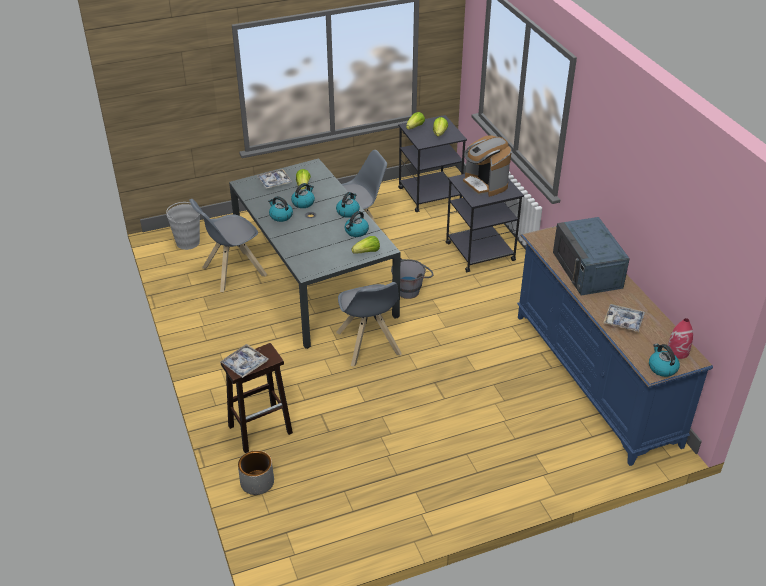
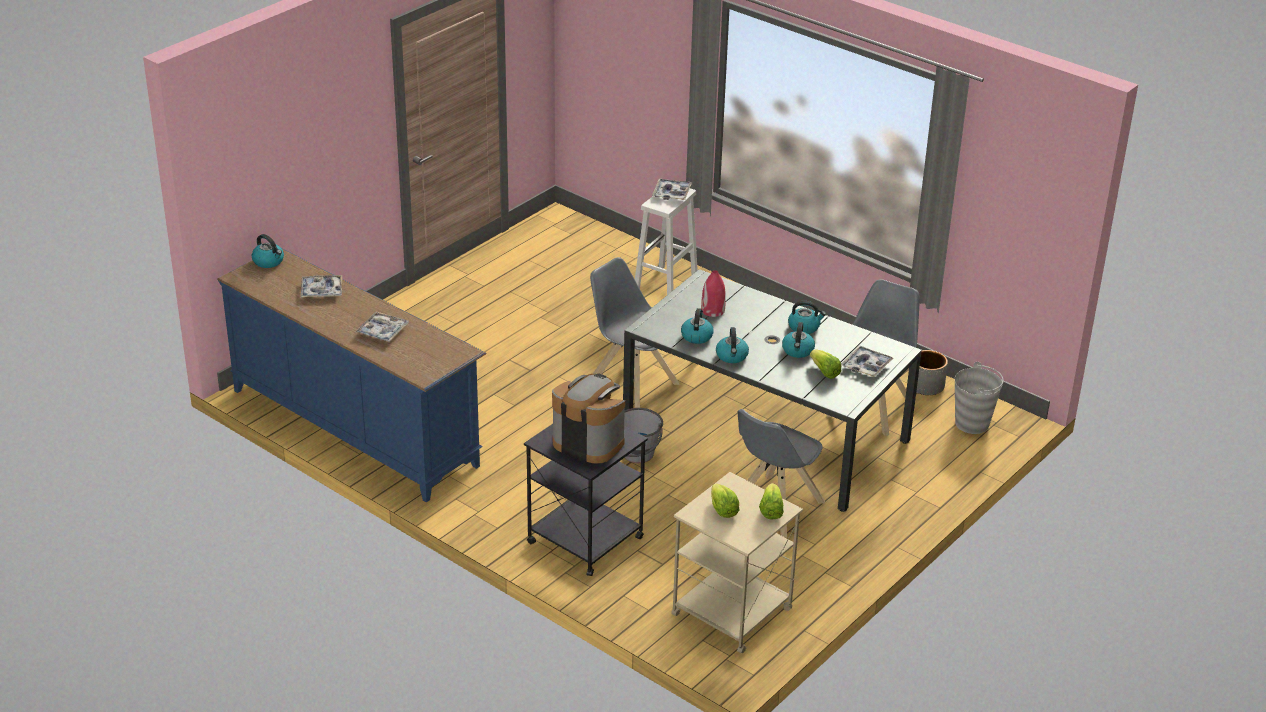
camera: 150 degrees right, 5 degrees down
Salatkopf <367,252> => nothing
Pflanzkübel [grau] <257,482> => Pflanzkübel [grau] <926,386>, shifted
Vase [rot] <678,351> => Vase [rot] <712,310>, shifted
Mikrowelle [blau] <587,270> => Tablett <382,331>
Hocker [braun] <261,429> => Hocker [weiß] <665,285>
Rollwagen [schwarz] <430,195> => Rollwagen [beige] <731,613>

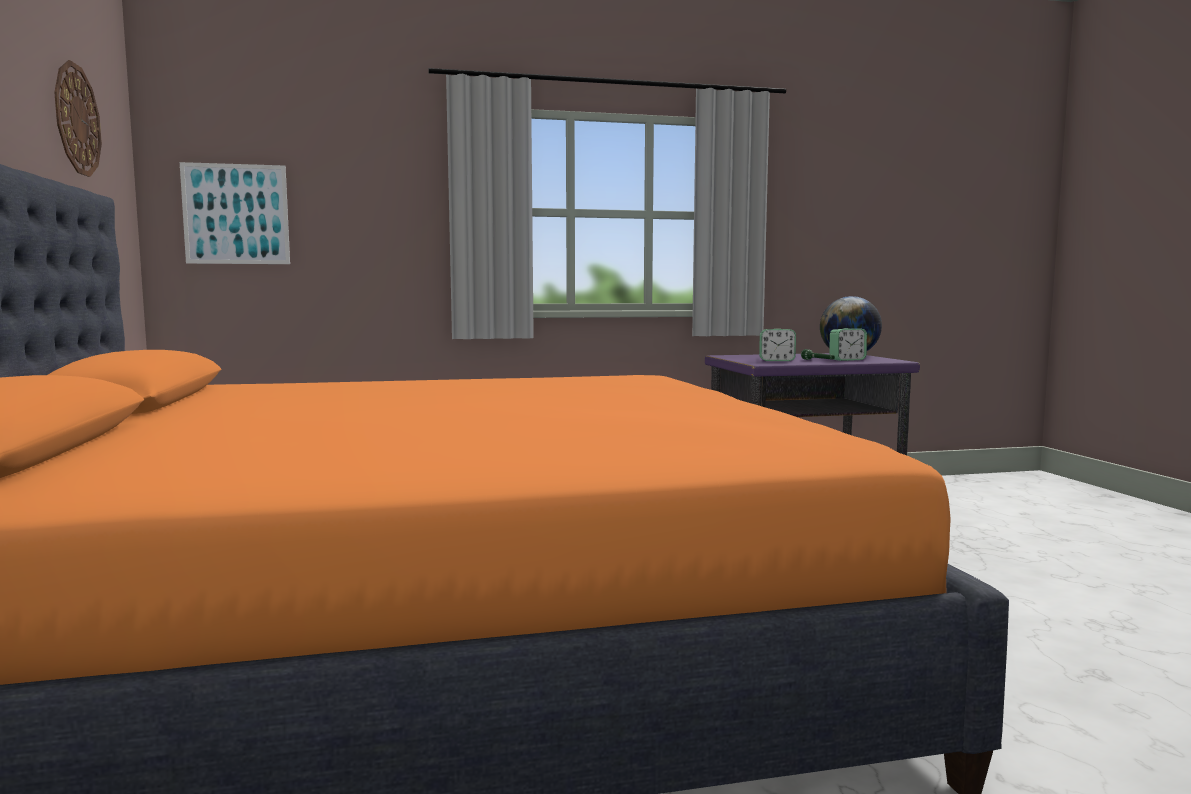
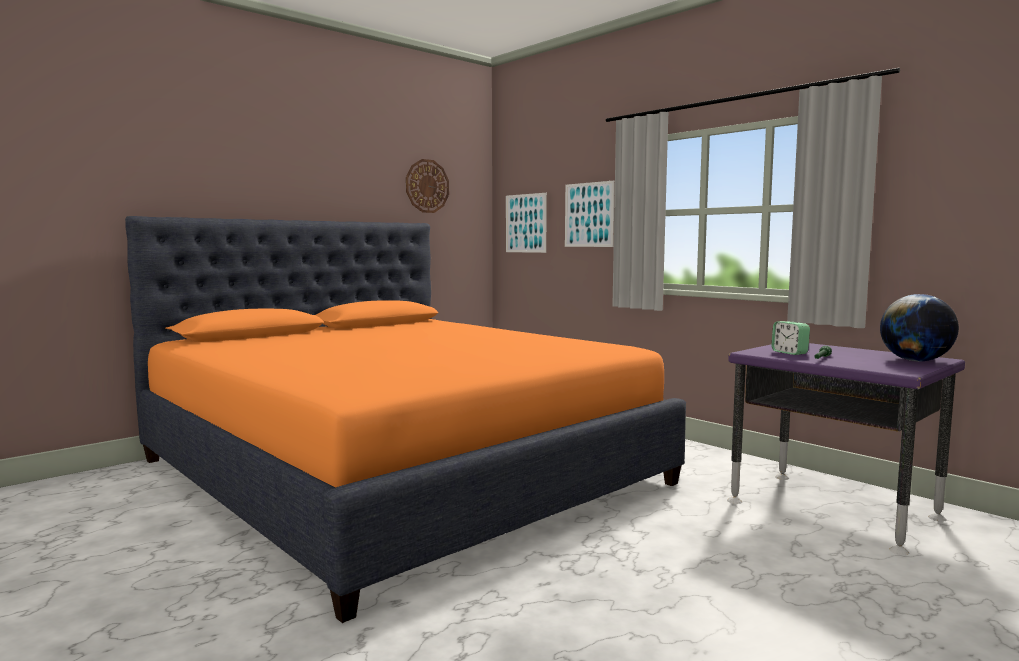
camera: 60 degrees right, 0 degrees up
Wecker <847,360> => nothing
nothing => Bild <589,214>

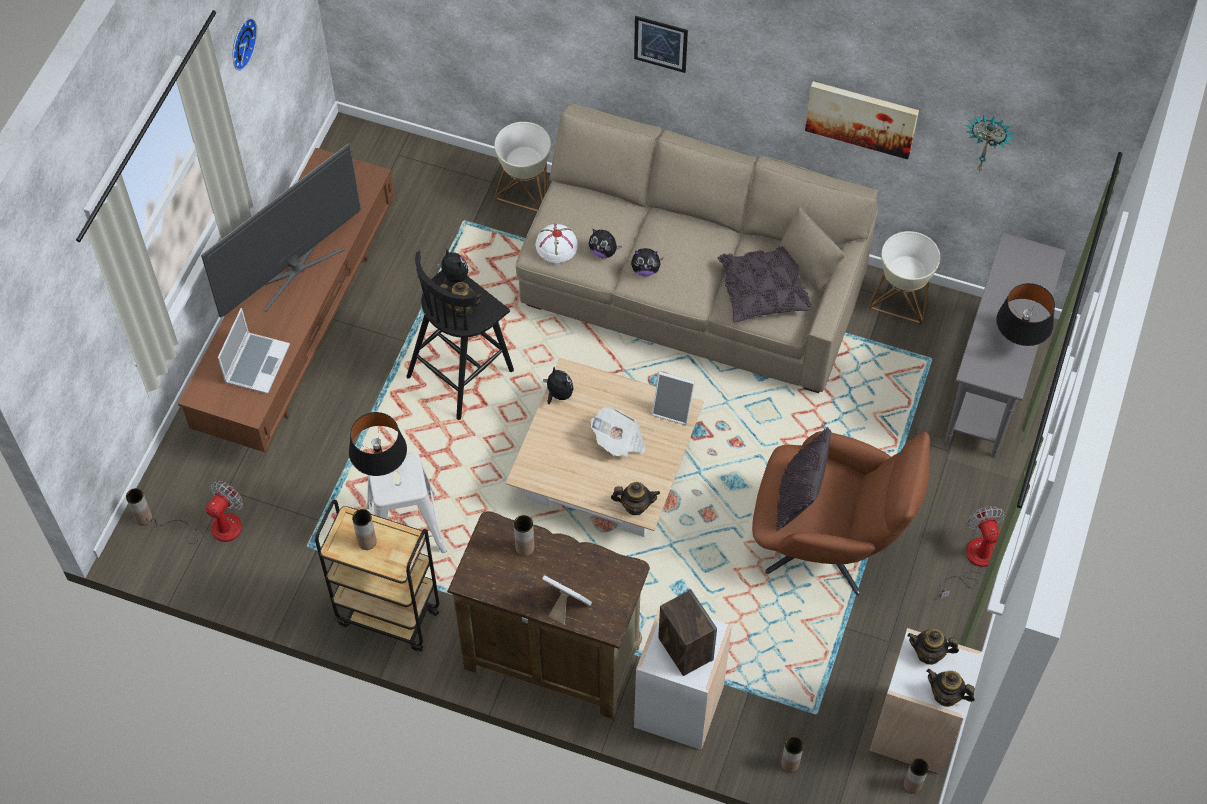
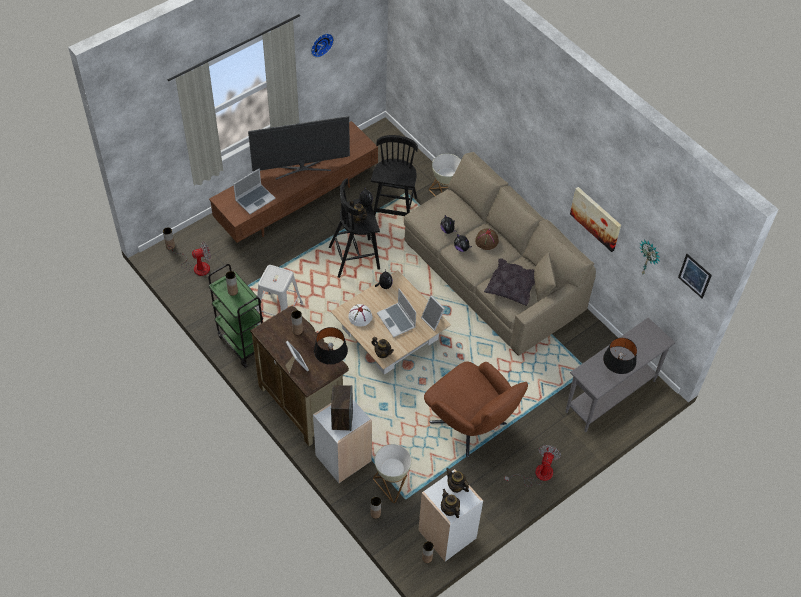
camera: 30 degrees right, 5 degrees down
Kissen [schwarz] <798,498> => nothing
nothing => Hocker [schwarz] <394,211>
nothing => Hut [braun] <486,241>
Tischlampe [schwarz] <381,468> => Tischlampe [schwarz] <331,362>, shifted
Hut [weiß] <556,246> => Hut [weiß] <360,316>, shifted
Bild <660,44> => Bild <695,276>, shifted
Pflanzkübel <900,302> => Pflanzkübel <392,485>, shifted
Zeitung <619,441> => Laptop <397,321>
Rollwagen [braun] <387,619> => Rollwagen [grün] <241,346>

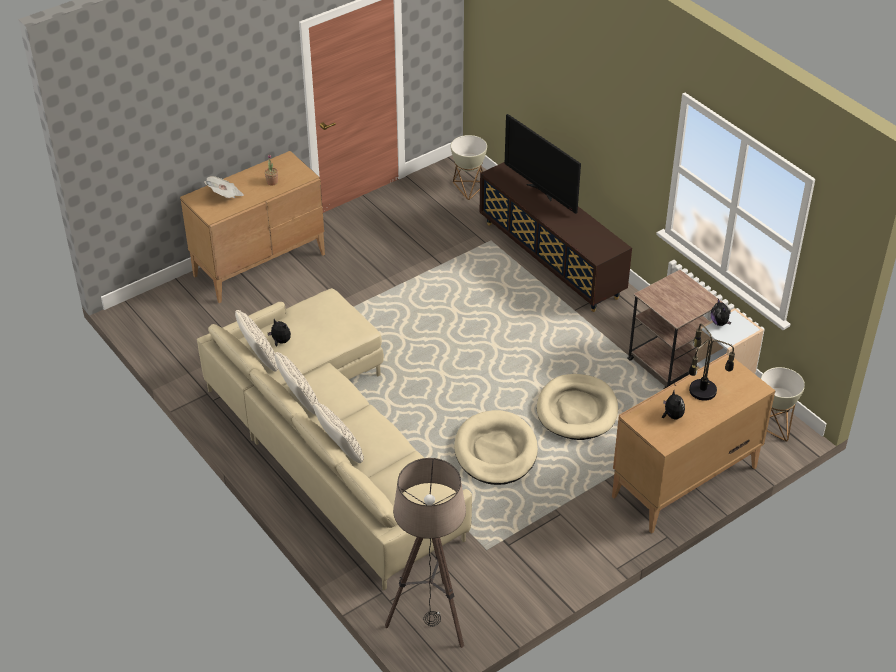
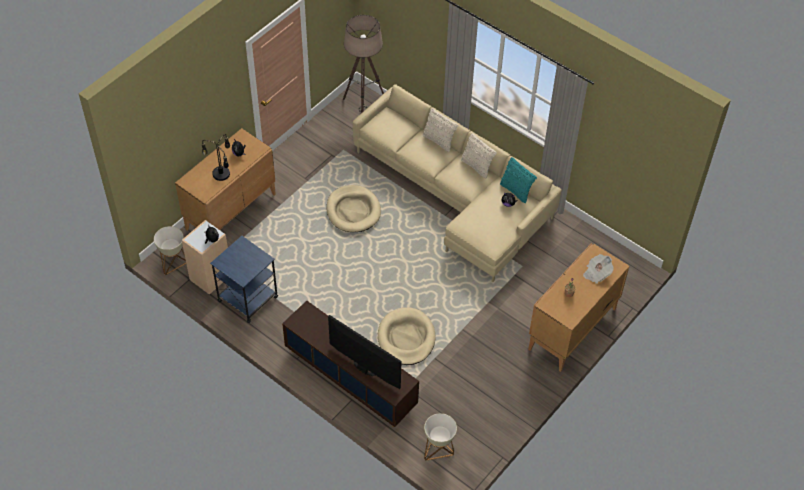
camera: 165 degrees right, 10 degrees up
Hundebett [beige] <577,410> => Hundebett [beige] <406,338>, shifted
Kissen [beige] <259,358> => Kissen [türkis] <516,191>
Rollwagen [braun] <669,364> => Rollwagen [blau] <247,298>

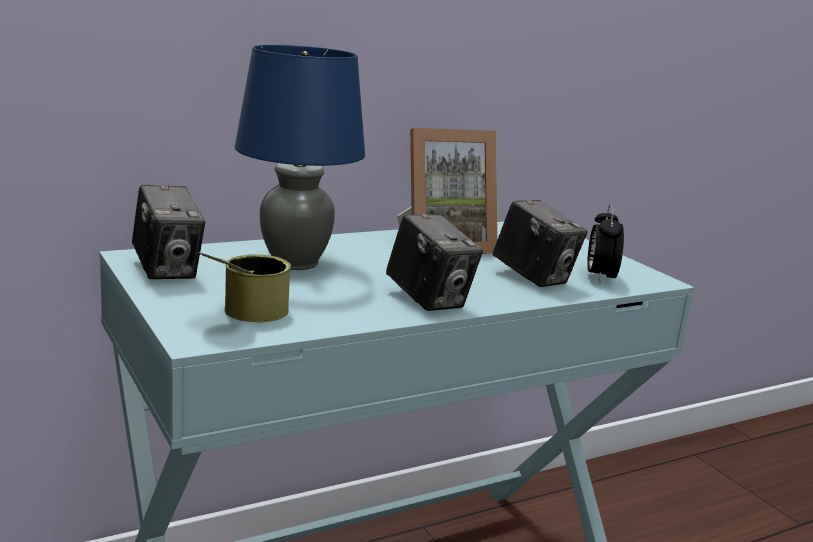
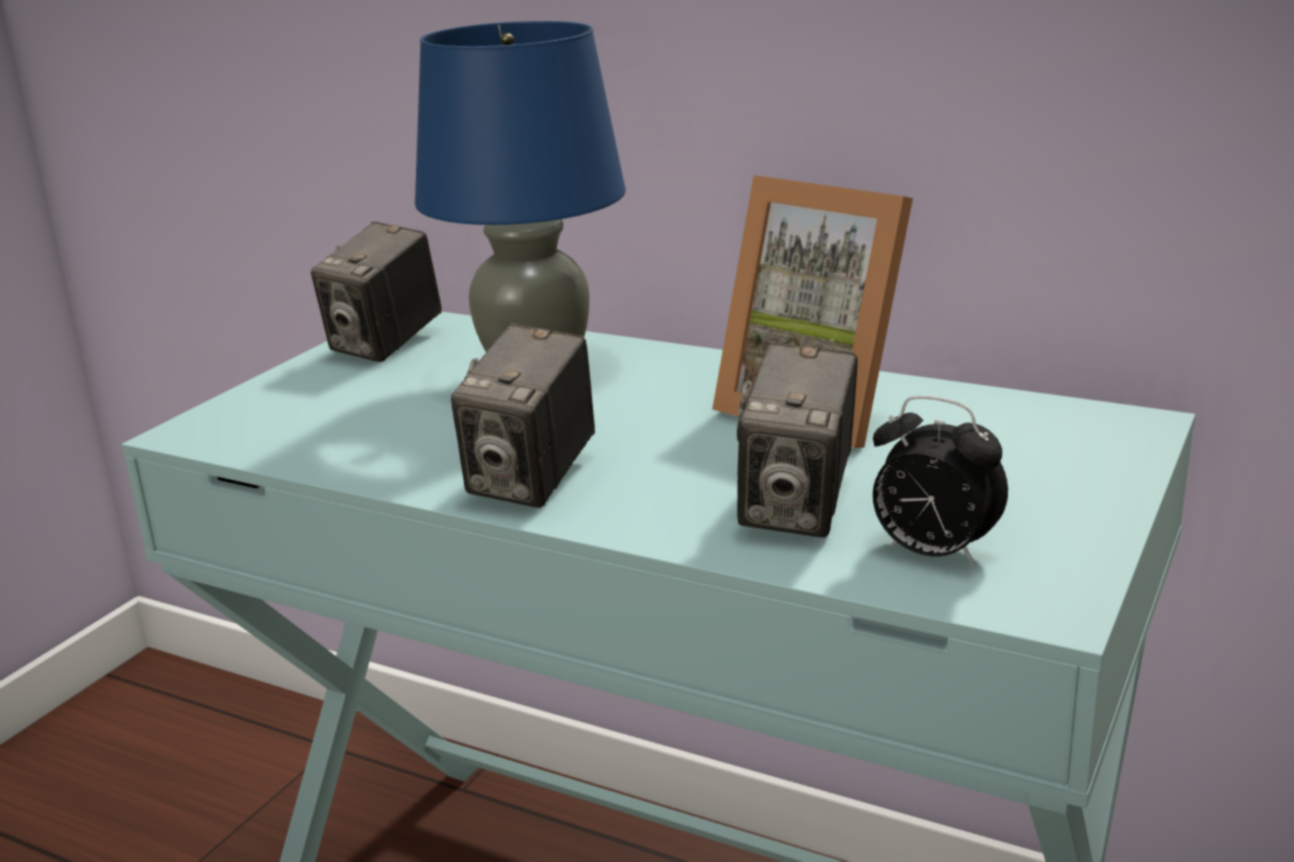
camera: 60 degrees right, 5 degrees up
Dose <243,316> => nothing
Wecker <600,277> => Wecker <932,554>, 120 degrees counterclockwise

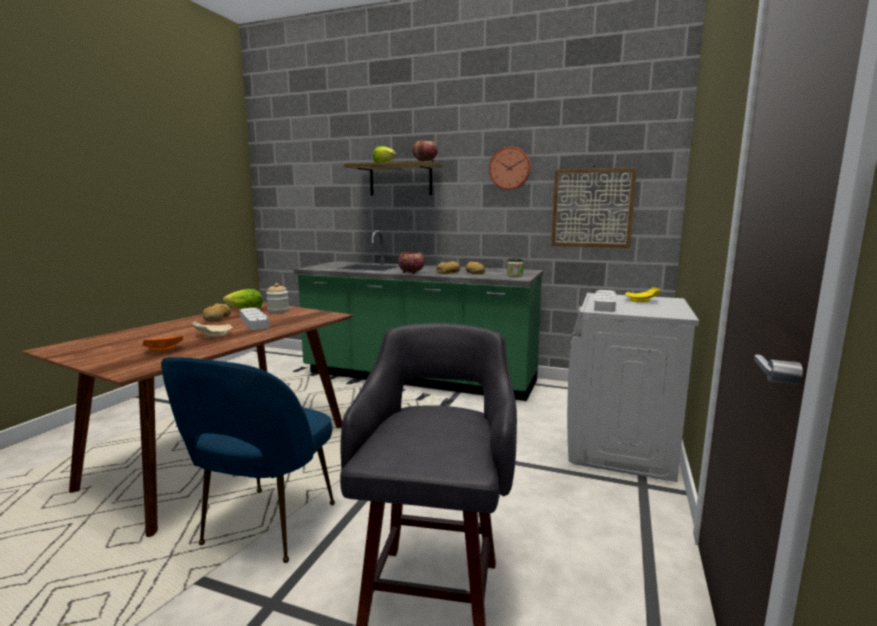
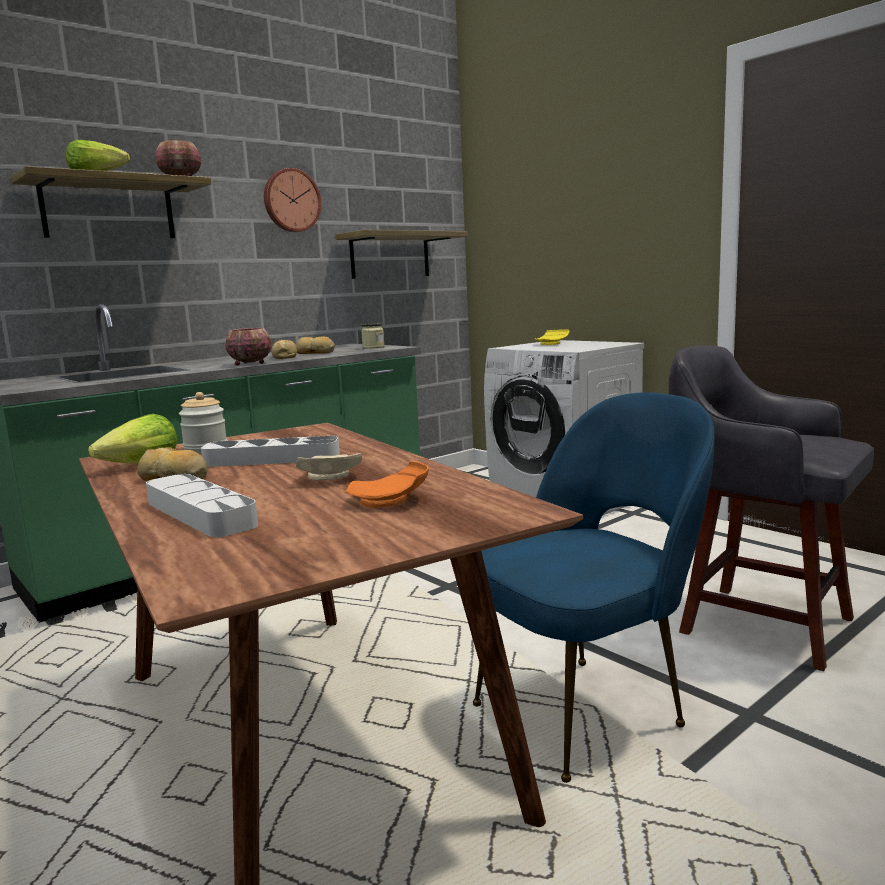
camera: 60 degrees left, 0 degrees up
Tablett [grau] <604,304> => Tablett [grau] <200,513>, shifted
Bild <592,206> => Wandregal <390,256>
Stuhl [blau] <264,530> => Stuhl [blau] <589,710>, 75 degrees counterclockwise

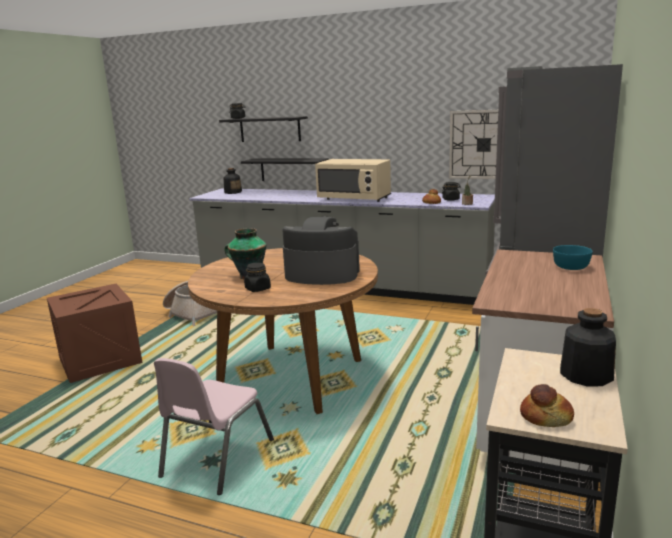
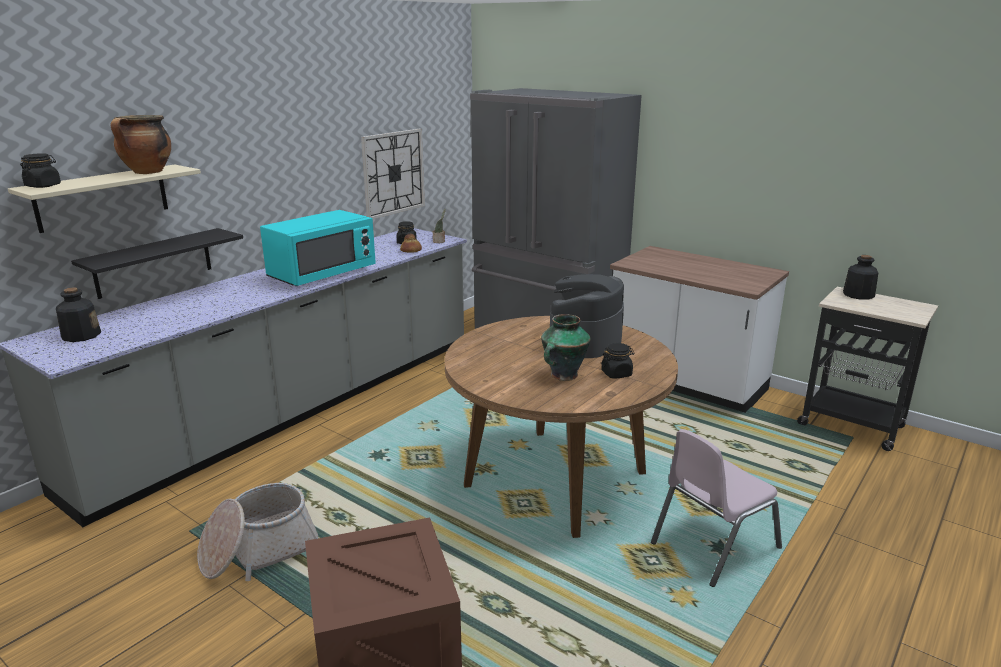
camera: 75 degrees left, 5 degrees up
Brot <546,417> => nothing
Schüssel [türkis] <571,267> => nothing
nothing => Kochtopf <147,172>
Wandregal [schwarz] <270,129> => Wandregal [beige] <102,198>
Mikrowelle [beige] <354,199> => Mikrowelle [türkis] <322,274>
Stuhl [rosa] <216,458> => Stuhl [rosa] <713,545>, 105 degrees clockwise

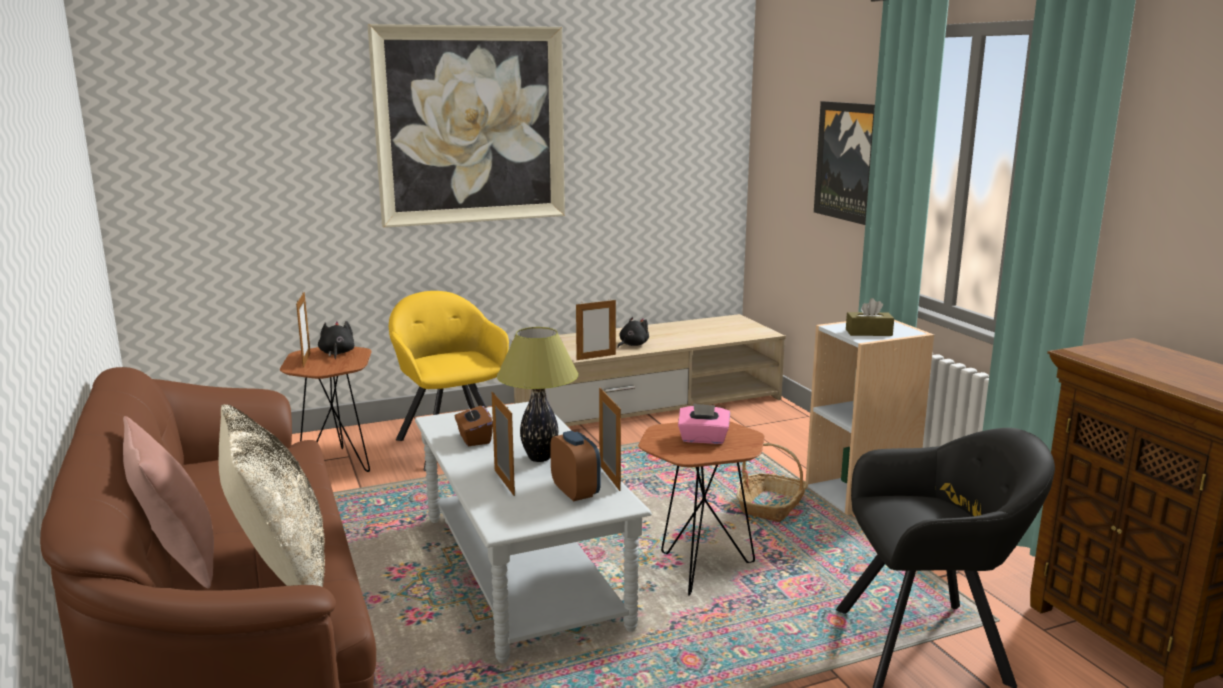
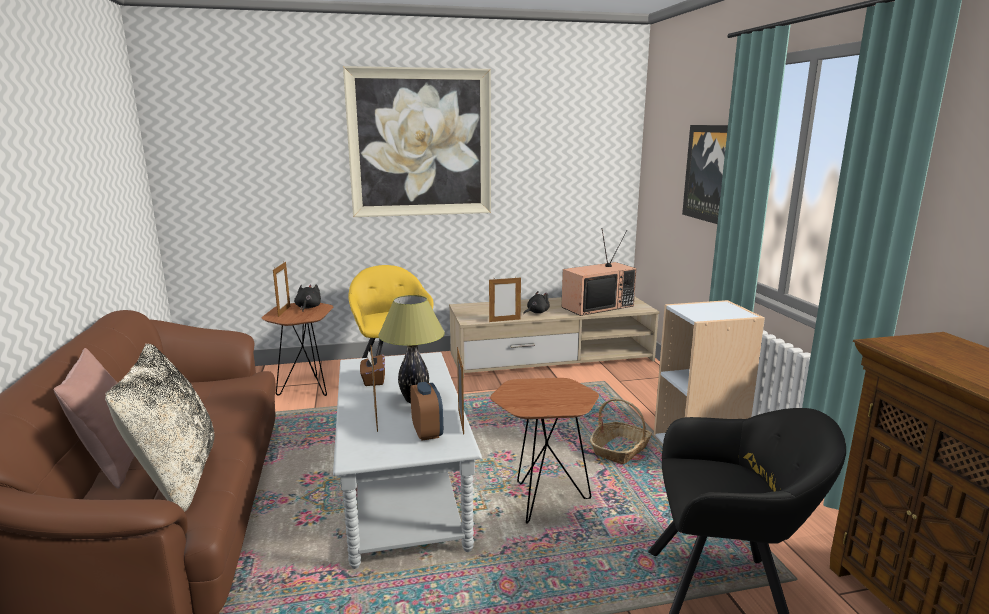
camera: 10 degrees right, 0 degrees up
Taschentuchbox [rosa] <703,439> => nothing
Taschentuchbox [braun] <868,332> => nothing
nothing => Fernseher <597,306>

